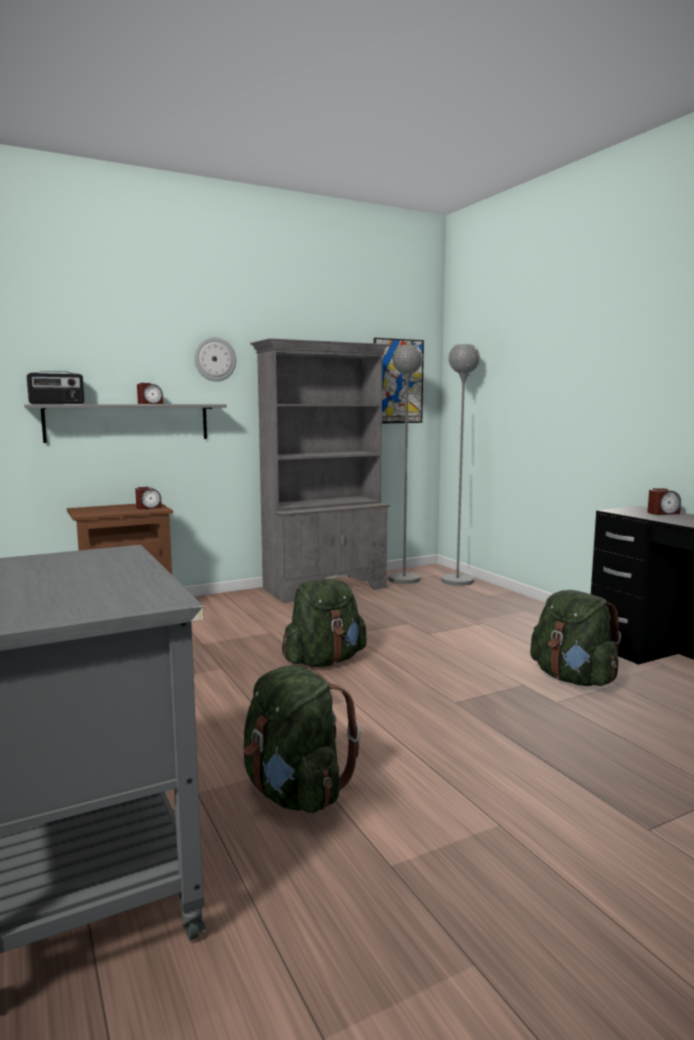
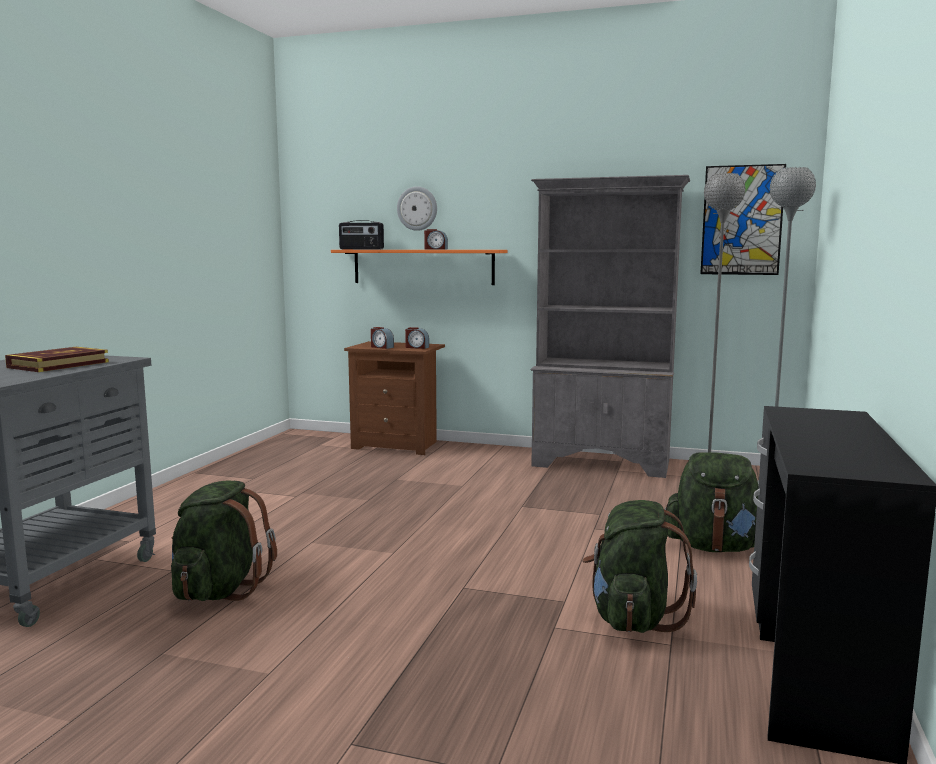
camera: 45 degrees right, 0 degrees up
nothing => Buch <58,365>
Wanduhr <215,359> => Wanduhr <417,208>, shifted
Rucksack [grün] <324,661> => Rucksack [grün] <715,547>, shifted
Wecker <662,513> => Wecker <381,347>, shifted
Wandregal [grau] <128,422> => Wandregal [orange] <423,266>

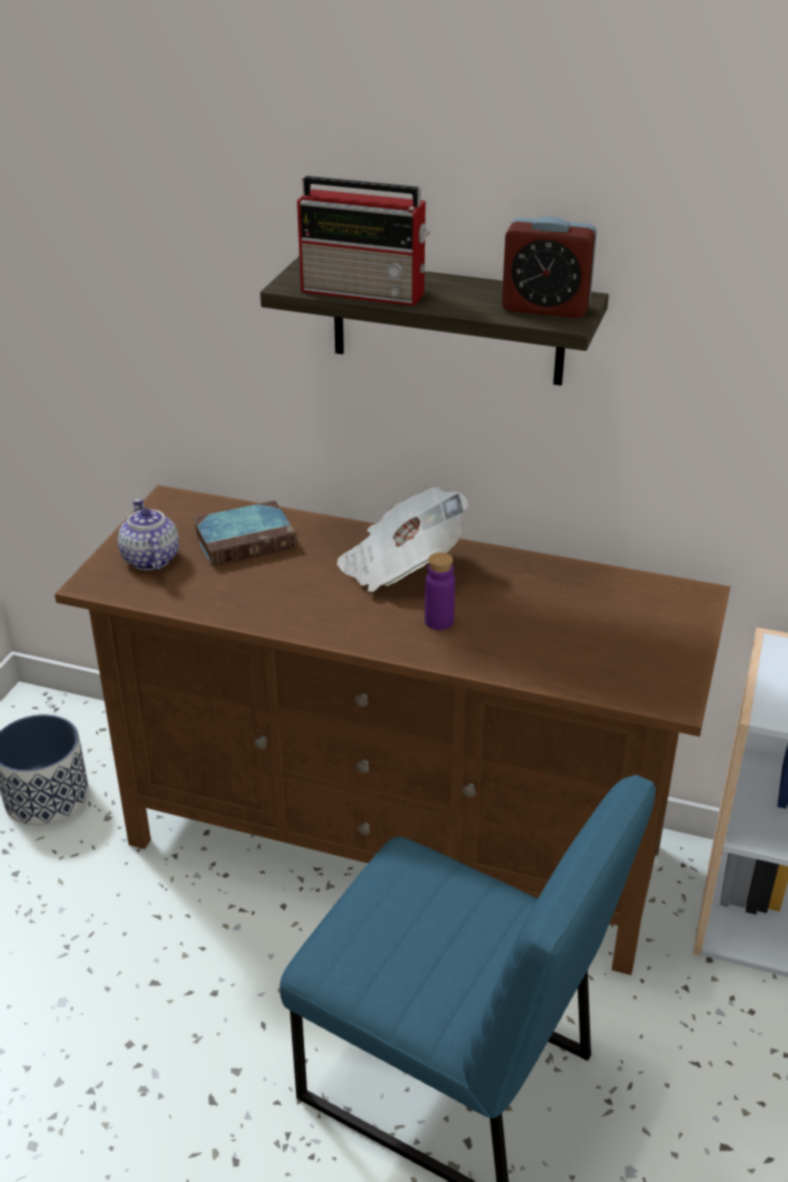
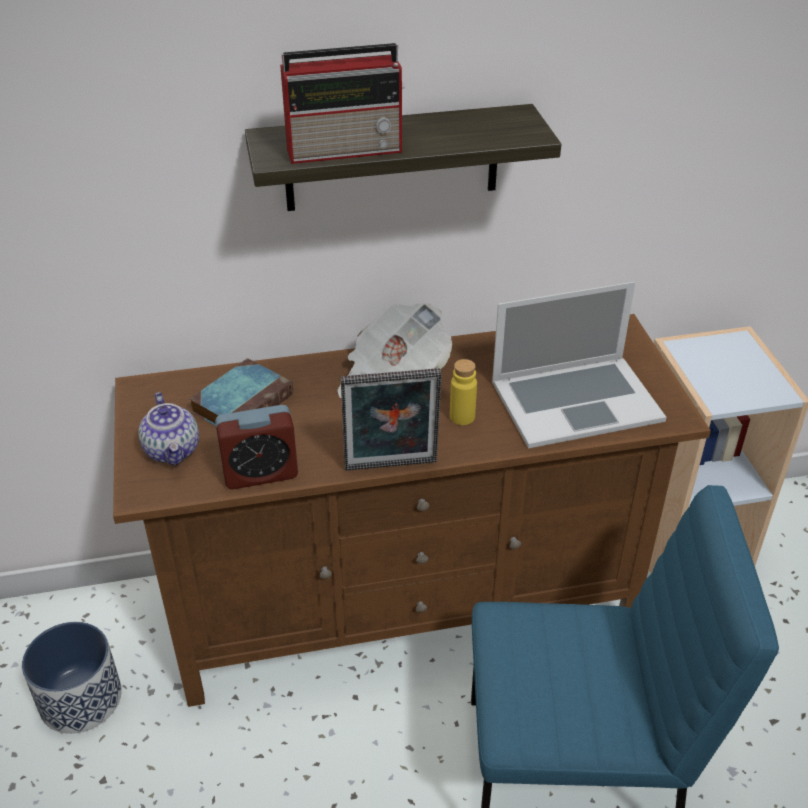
camera: 30 degrees left, 5 degrees up
nothing => Bilderrahmen <391,468>
nothing => Laptop <575,400>
Wecker <545,308> => Wecker <260,473>, shifted
Flasche [lila] <439,621> => Flasche [gelb] <462,417>
Teekanne <149,559> => Teekanne <173,450>, 150 degrees counterclockwise

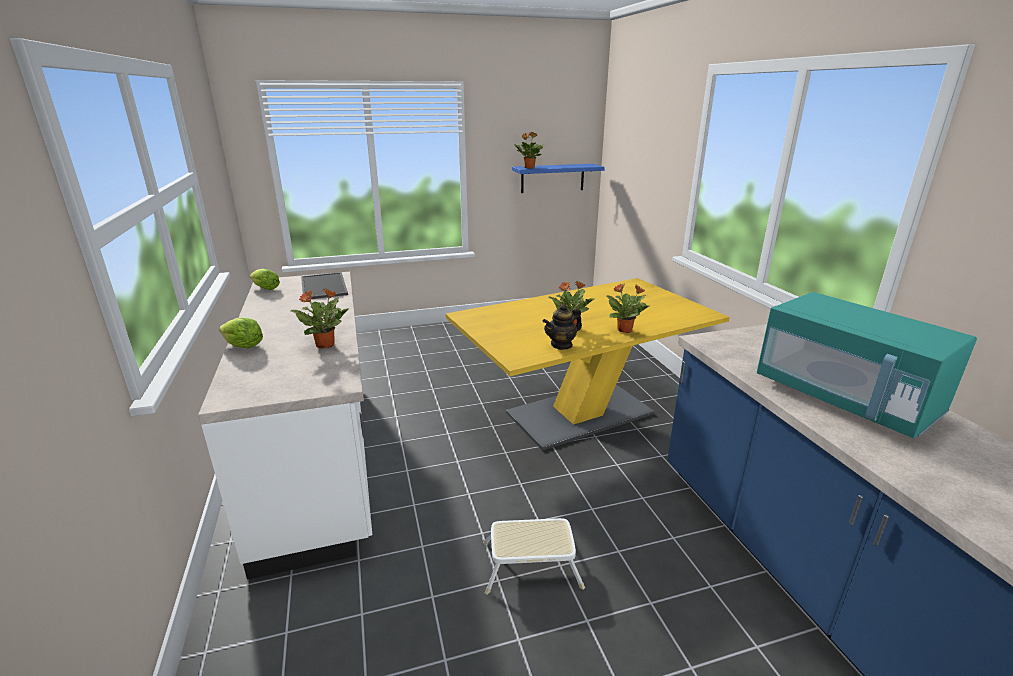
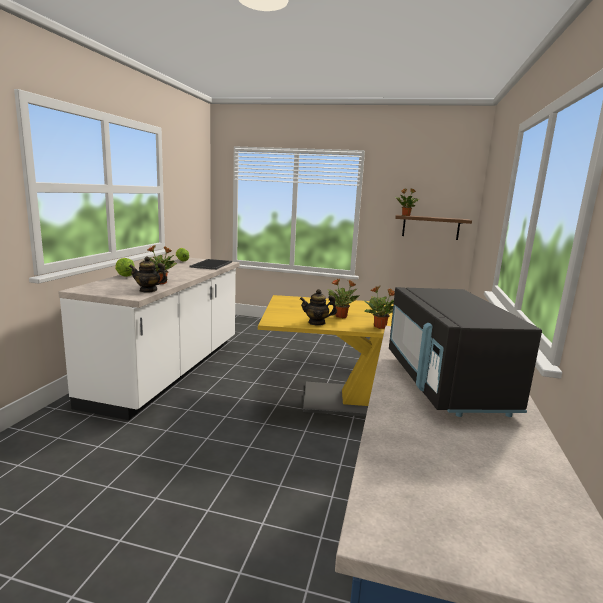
camera: 30 degrees right, 10 degrees down
Trittleiter [beige] <531,565> => nothing
nothing => Teekanne <148,290>
Wandregal [blau] <552,178> => Wandregal [braun] <430,227>
Mikrowelle [türkis] <844,398> => Mikrowelle [schwarz] <445,383>

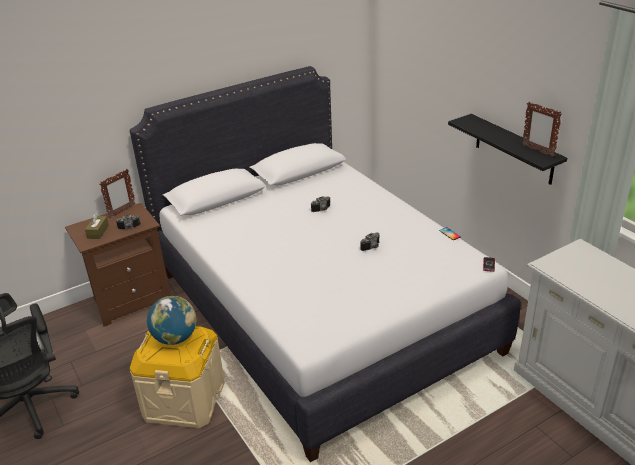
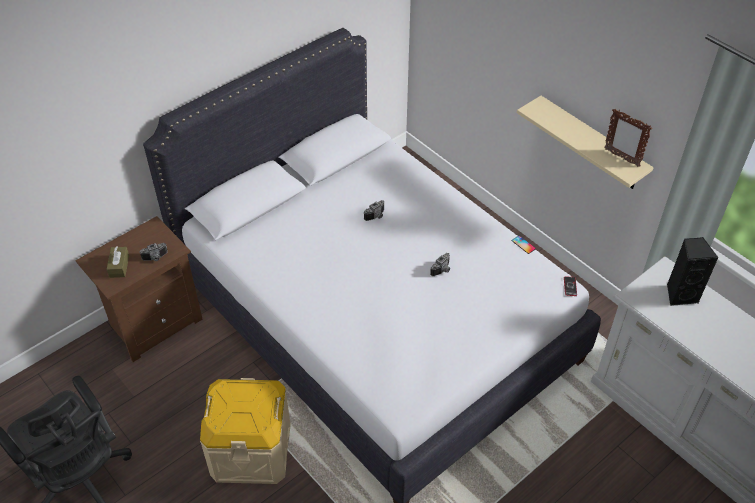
camera: 10 degrees left, 15 degrees up
Bilderrahmen <122,211> => nothing
Globus <175,338> => nothing
nothing => Lautsprecher [schwarz] <680,294>
Wandregal [schwarz] <514,149> => Wandregal [beige] <591,144>

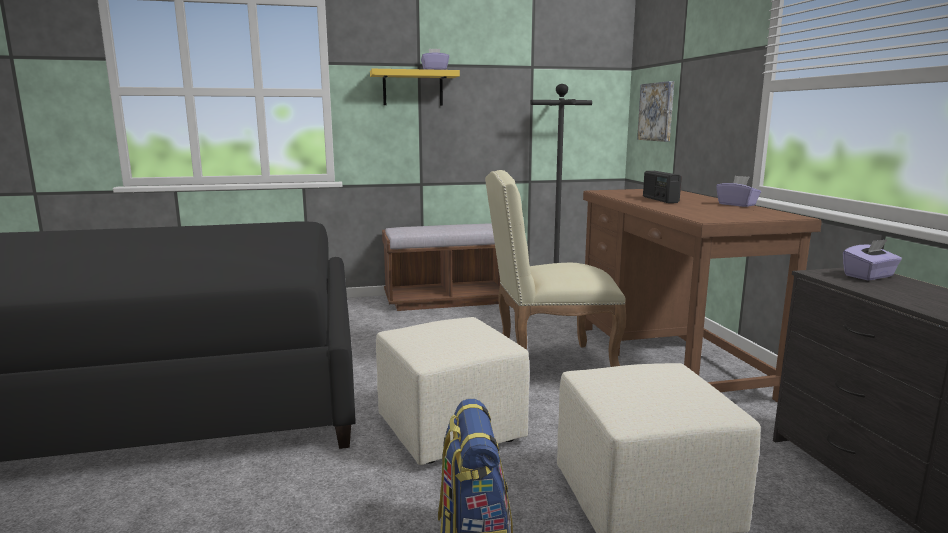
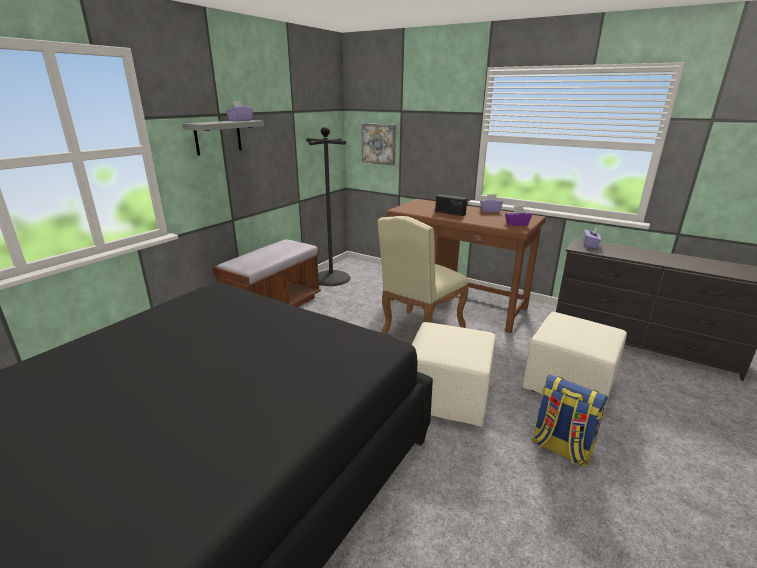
camera: 45 degrees left, 10 degrees up
nothing => Taschentuchbox [lila] <516,224>
Wandregal [gelb] <413,88> => Wandregal [grau] <218,137>

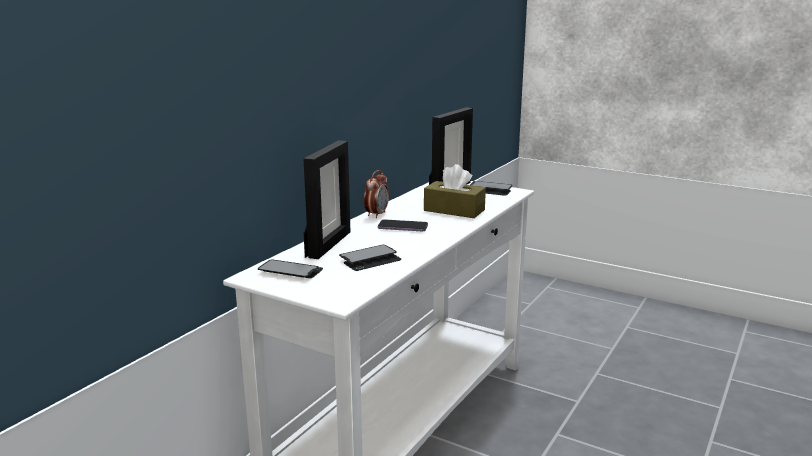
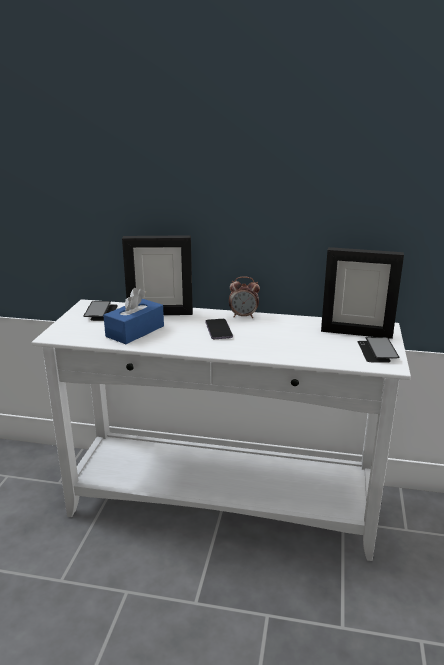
camera: 70 degrees right, 5 degrees up
Taschentuchbox [braun] <454,210> => nothing
Handy <370,259> => Taschentuchbox [blau] <135,331>

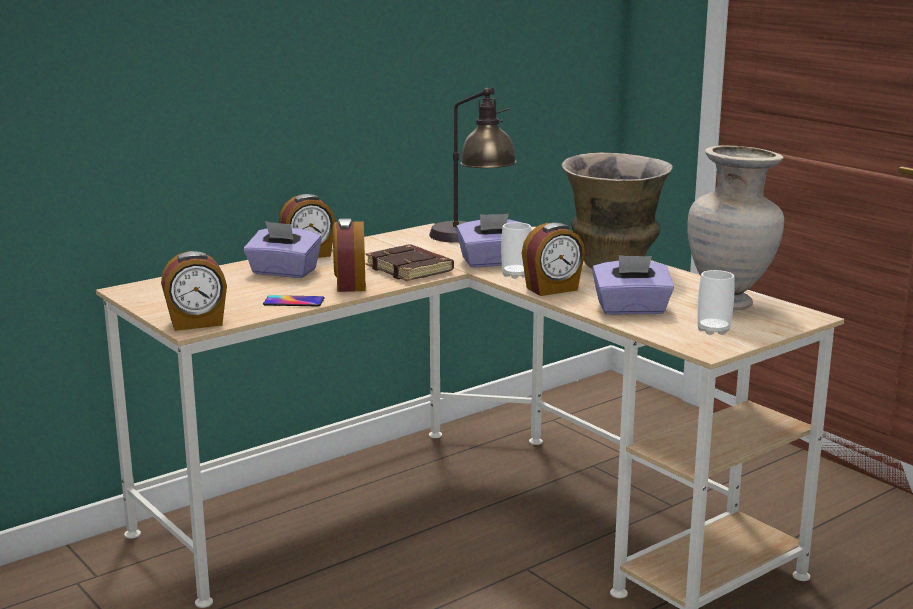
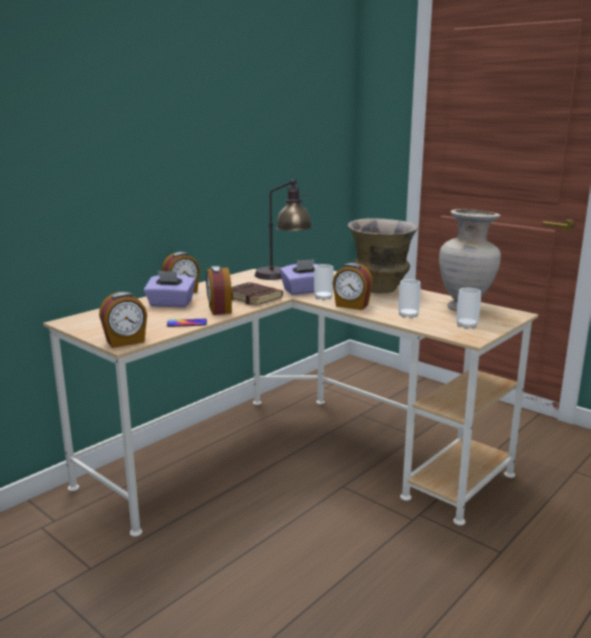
camera: 10 degrees left, 0 degrees up
Taschentuchbox [lila] <631,309> => Tasse <408,316>
Wecker <552,289> => Wecker <351,306>, 60 degrees clockwise

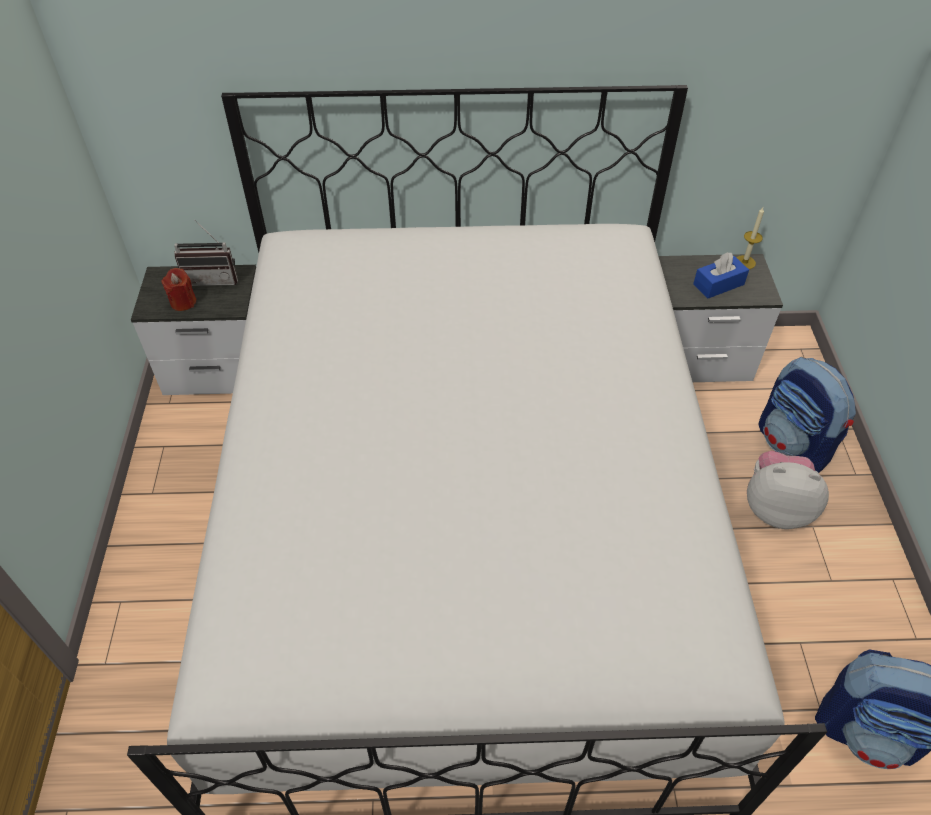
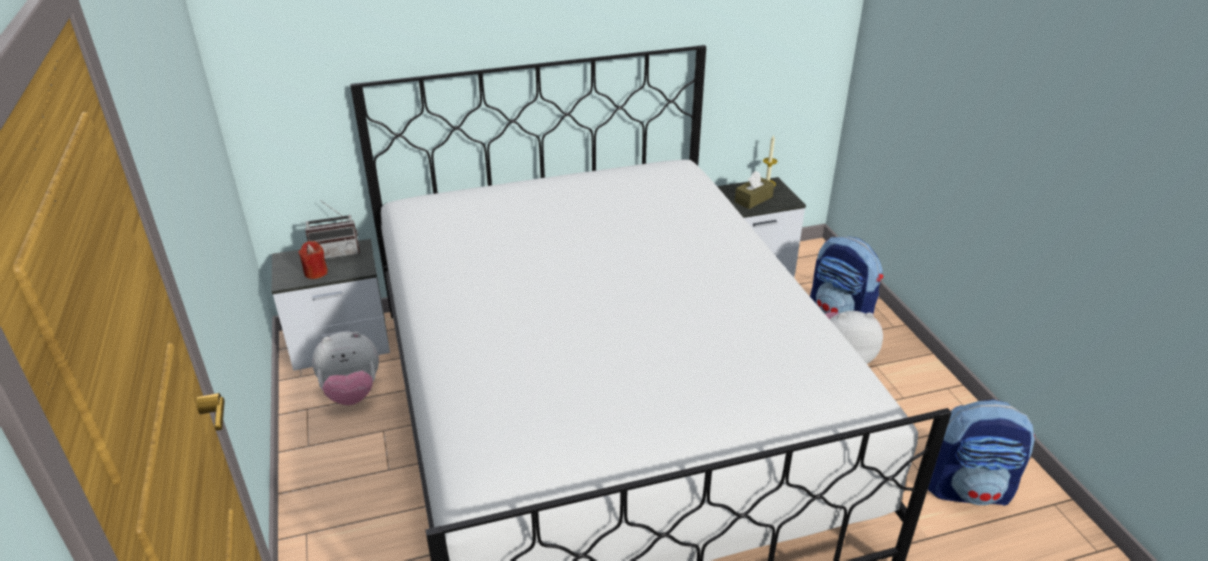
camera: 15 degrees left, 15 degrees down
nothing => Plüschtier <352,393>
Taschentuchbox [blau] <718,284> => Taschentuchbox [braun] <753,199>

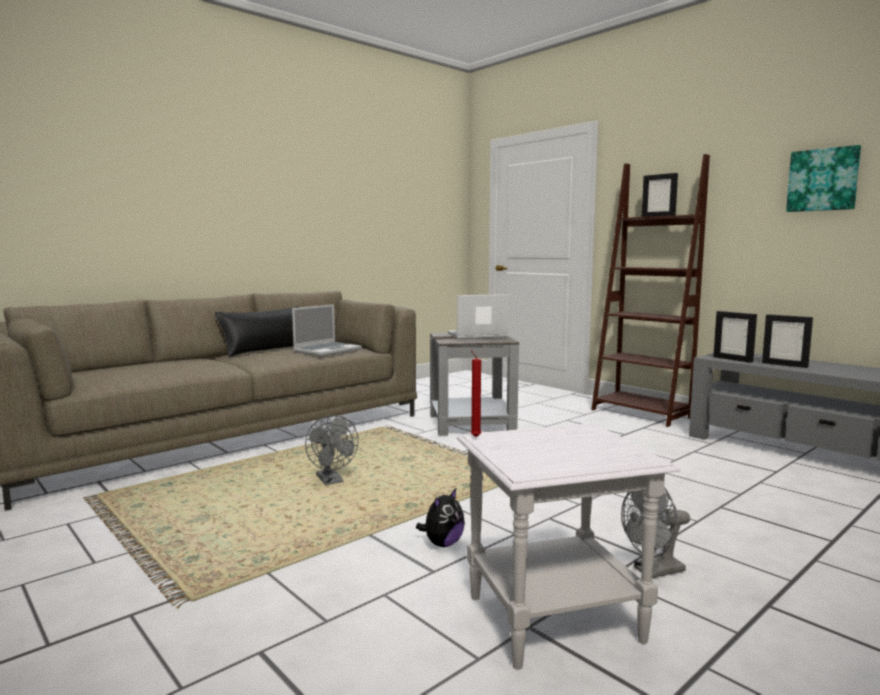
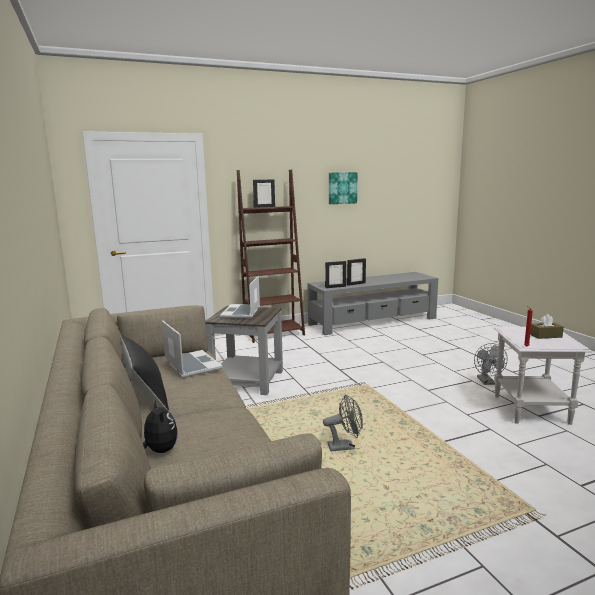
camera: 70 degrees left, 5 degrees up
nothing => Taschentuchbox [braun] <546,336>
Plüschtier <442,544> => Plüschtier <159,451>, shifted

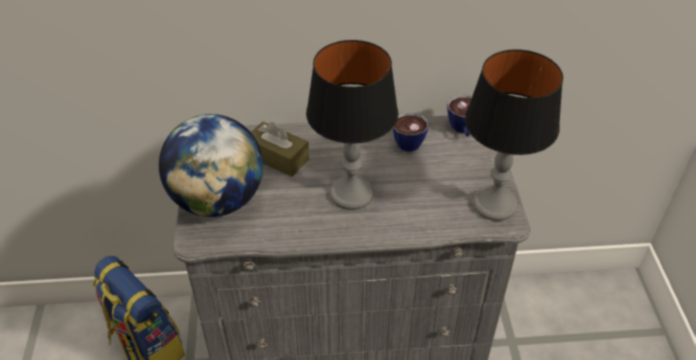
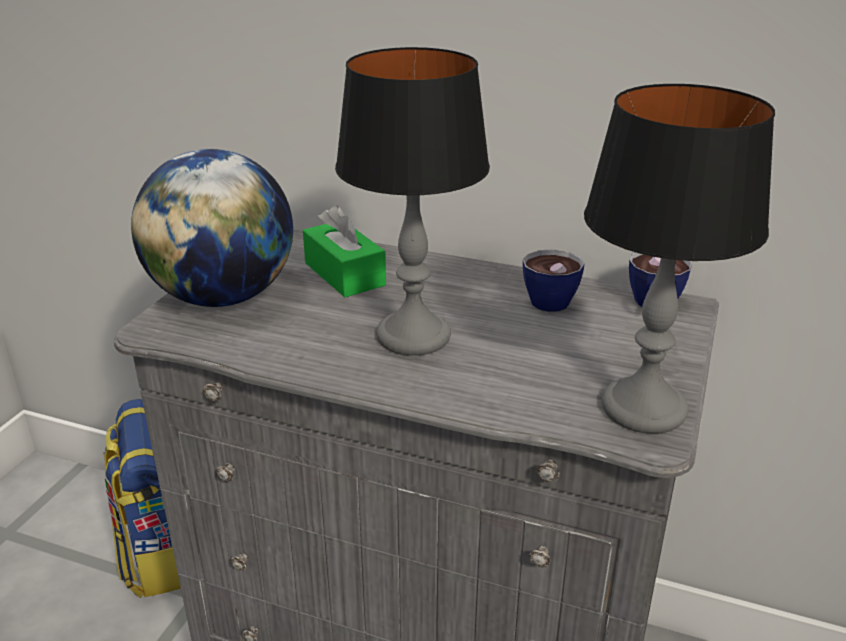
camera: 25 degrees right, 15 degrees down
Taschentuchbox [braun] <278,157> => Taschentuchbox [grün] <344,274>

